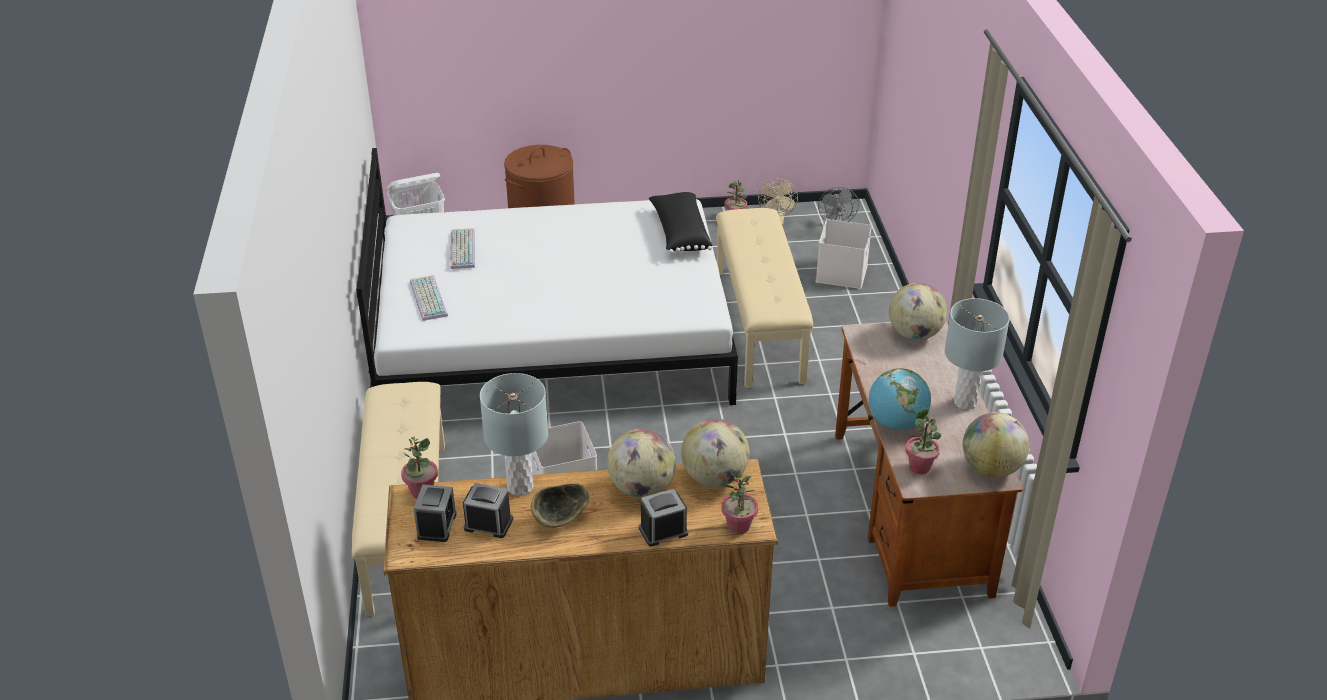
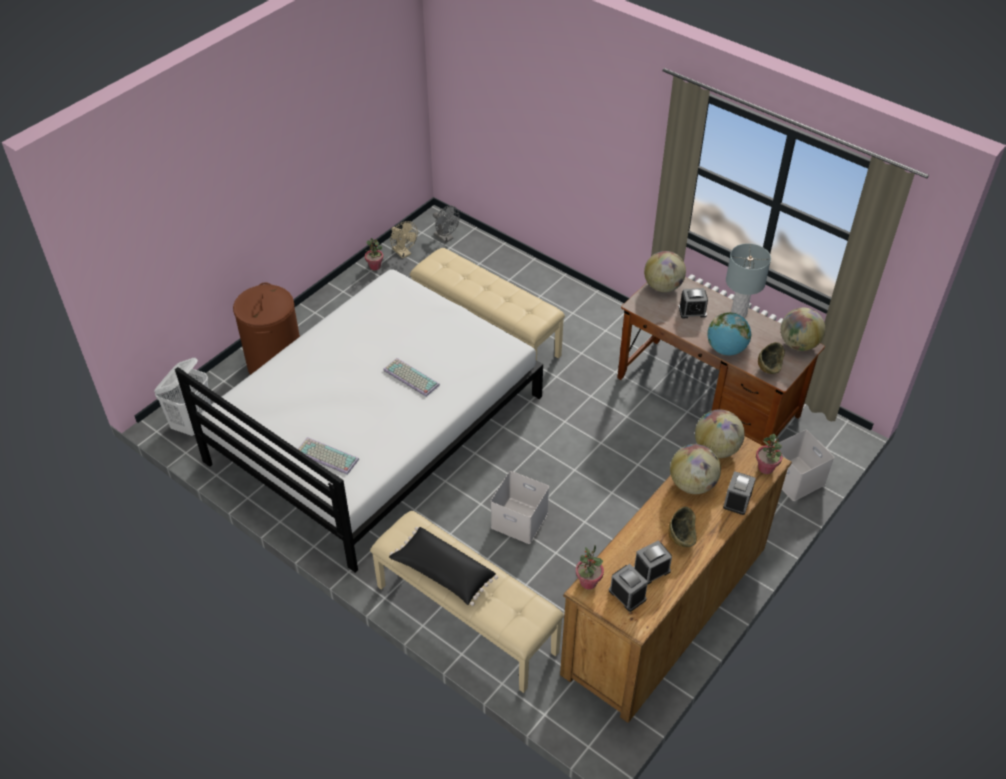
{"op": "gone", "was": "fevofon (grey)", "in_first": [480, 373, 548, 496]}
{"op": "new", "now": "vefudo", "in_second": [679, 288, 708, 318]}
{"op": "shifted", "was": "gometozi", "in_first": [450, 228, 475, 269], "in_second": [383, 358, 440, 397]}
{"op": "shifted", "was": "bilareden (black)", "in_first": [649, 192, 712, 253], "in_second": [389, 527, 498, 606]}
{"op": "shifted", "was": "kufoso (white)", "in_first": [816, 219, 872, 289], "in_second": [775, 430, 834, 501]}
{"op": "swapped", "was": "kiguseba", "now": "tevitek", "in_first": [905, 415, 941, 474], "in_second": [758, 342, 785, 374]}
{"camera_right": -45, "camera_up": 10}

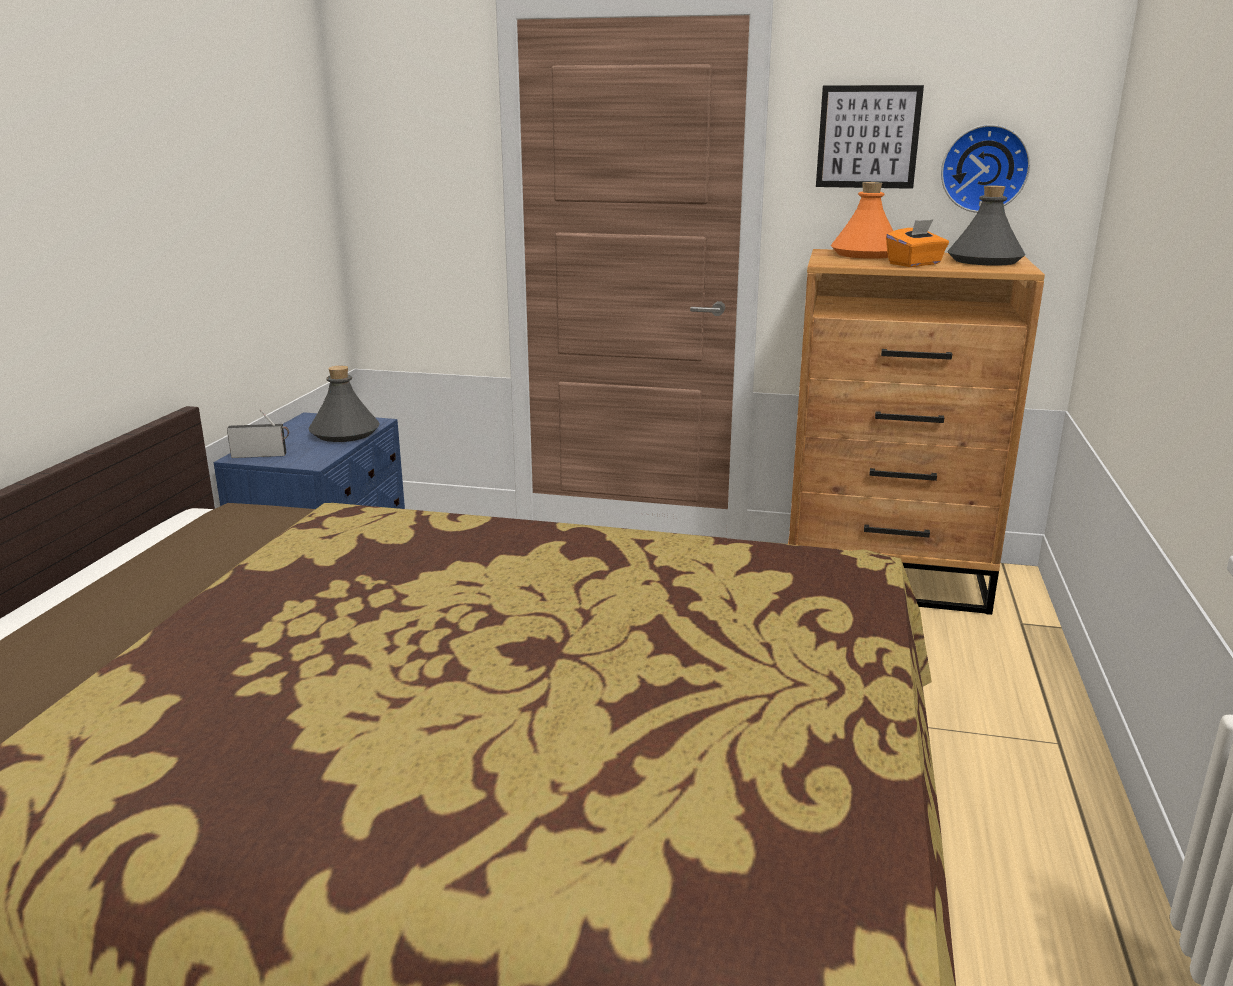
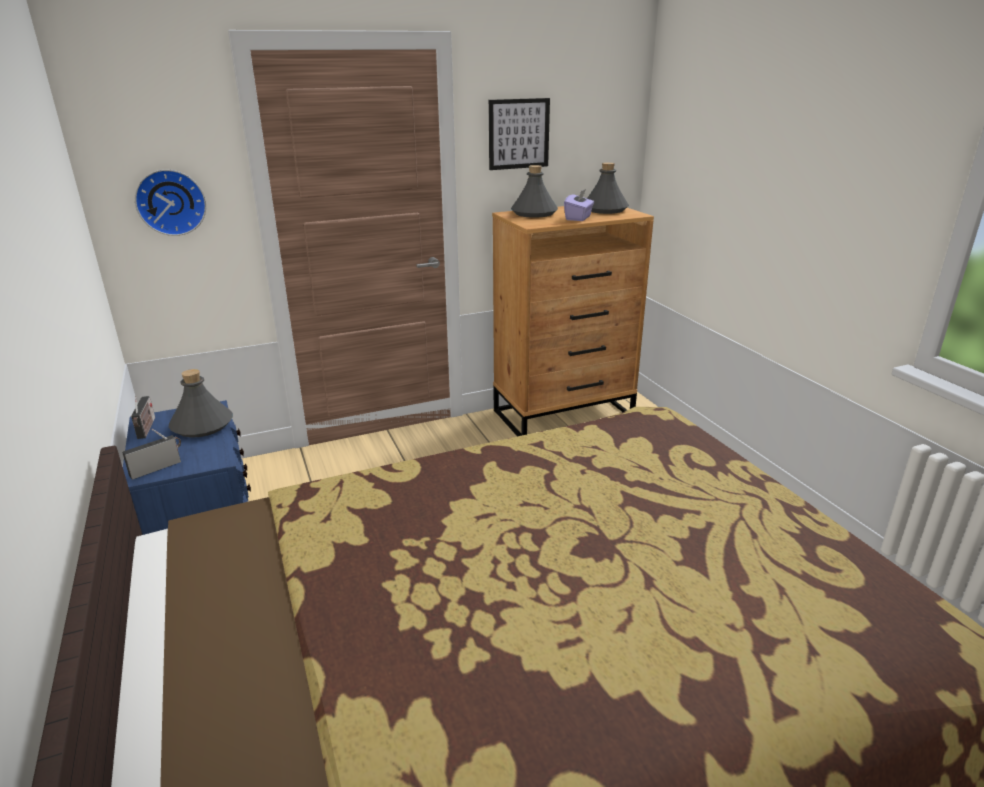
{"op": "new", "now": "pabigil", "in_second": [131, 396, 155, 439]}
{"op": "shifted", "was": "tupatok", "in_first": [941, 124, 1030, 213], "in_second": [135, 169, 206, 236]}
{"op": "repainted", "was": "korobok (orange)", "now": "korobok (grey)", "in_first": [830, 182, 893, 259], "in_second": [511, 165, 558, 218]}
{"op": "repainted", "was": "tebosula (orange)", "now": "tebosula (purple)", "in_first": [886, 219, 949, 267], "in_second": [564, 188, 594, 221]}
{"camera_right": -35, "camera_up": 5}

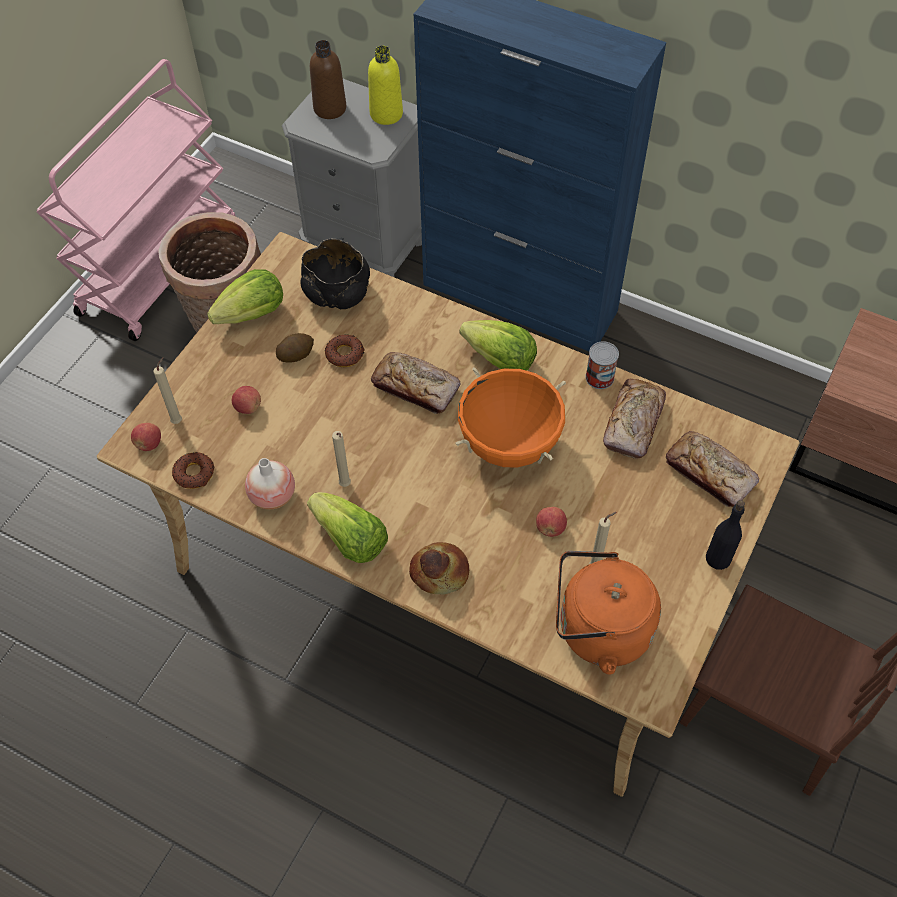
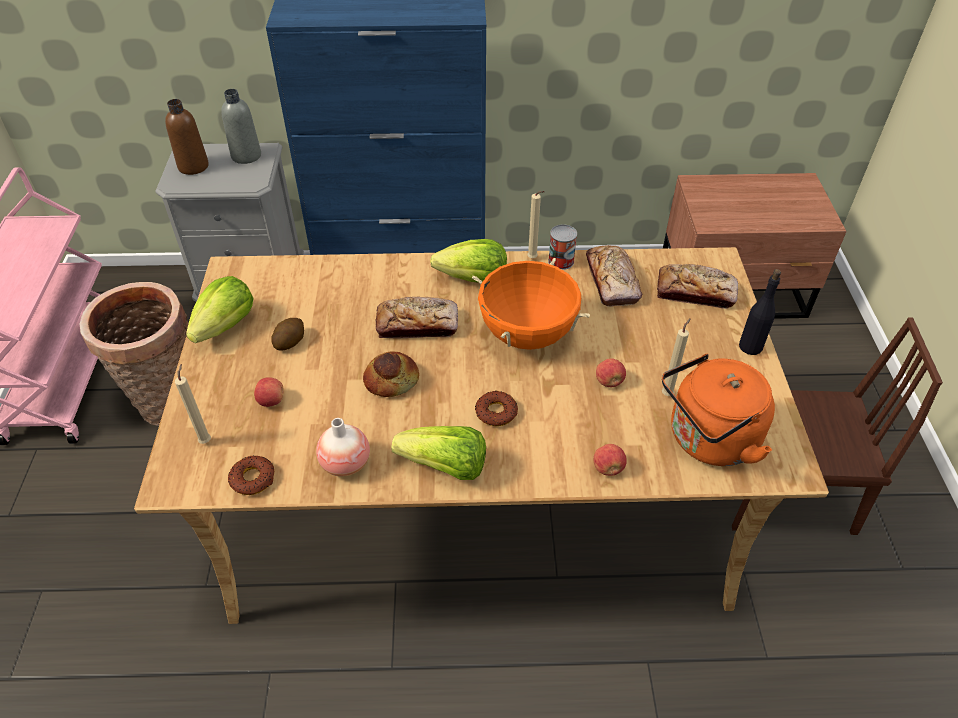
{"op": "gone", "was": "tevitek (black)", "in_first": [300, 239, 370, 309]}
{"op": "shifted", "was": "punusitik", "in_first": [131, 423, 161, 451], "in_second": [594, 444, 627, 476]}
{"op": "shifted", "was": "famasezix", "in_first": [325, 335, 365, 367], "in_second": [475, 390, 518, 426]}
{"op": "shifted", "was": "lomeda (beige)", "in_first": [332, 431, 351, 487], "in_second": [527, 191, 545, 258]}
{"op": "shifted", "was": "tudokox", "in_first": [409, 542, 469, 595], "in_second": [363, 351, 419, 397]}
{"op": "repainted", "was": "korobok (yellow)", "now": "korobok (grey)", "in_first": [368, 45, 403, 125], "in_second": [221, 89, 261, 164]}
{"camera_right": -30, "camera_up": -10}

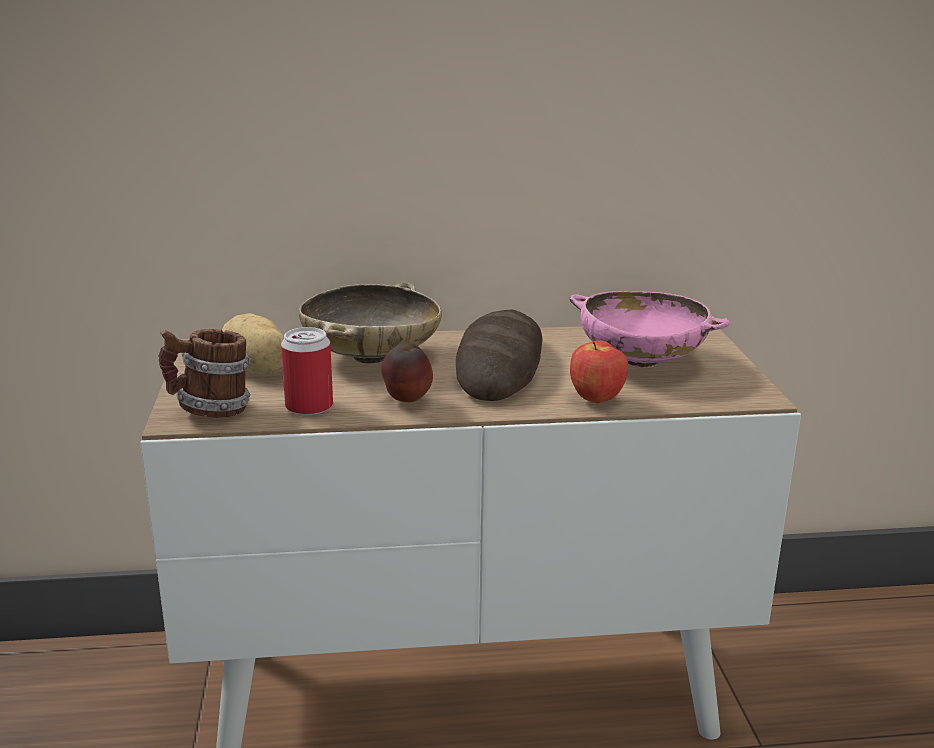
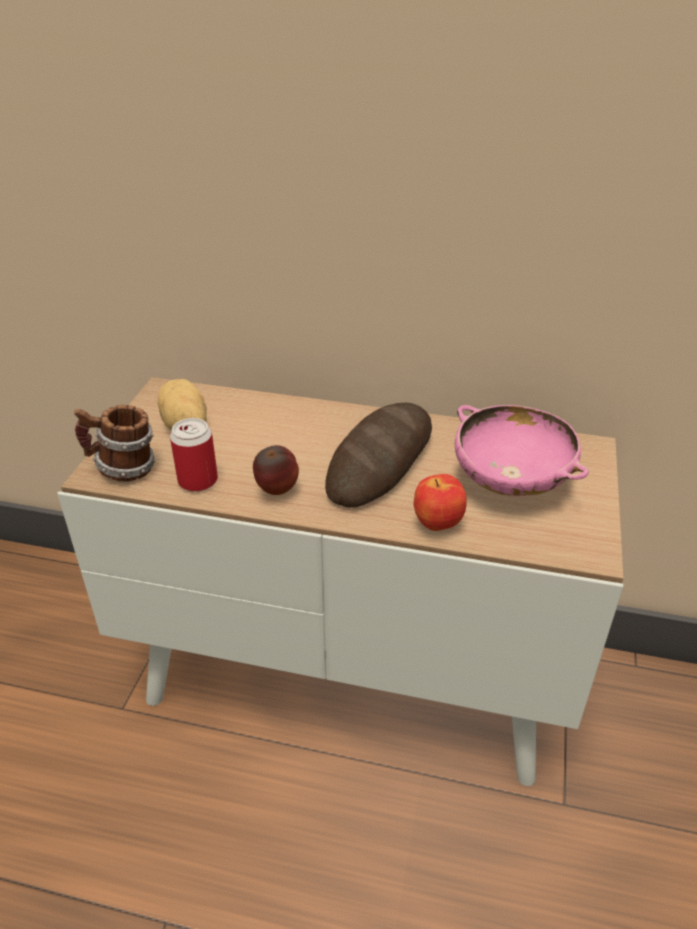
{"op": "gone", "was": "tevitek (beige)", "in_first": [299, 282, 442, 364]}
{"camera_right": 20, "camera_up": 15}

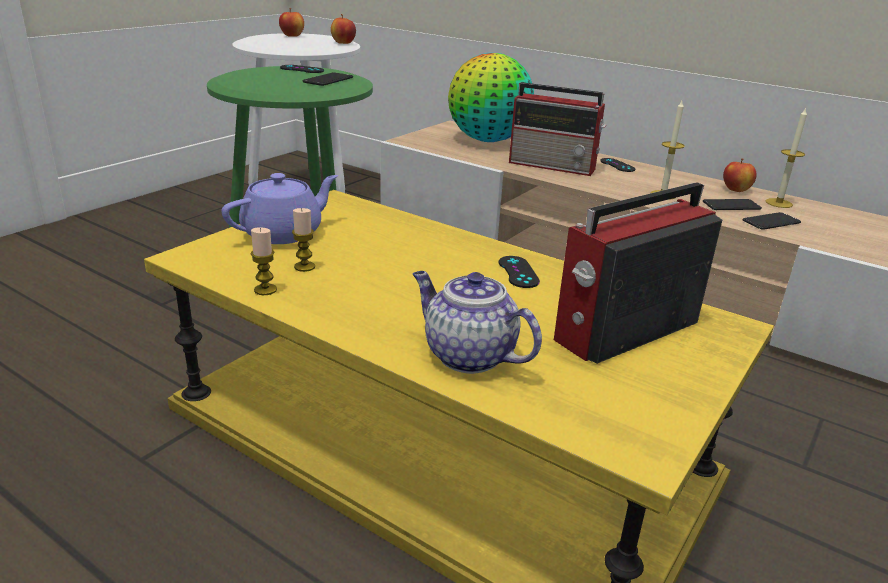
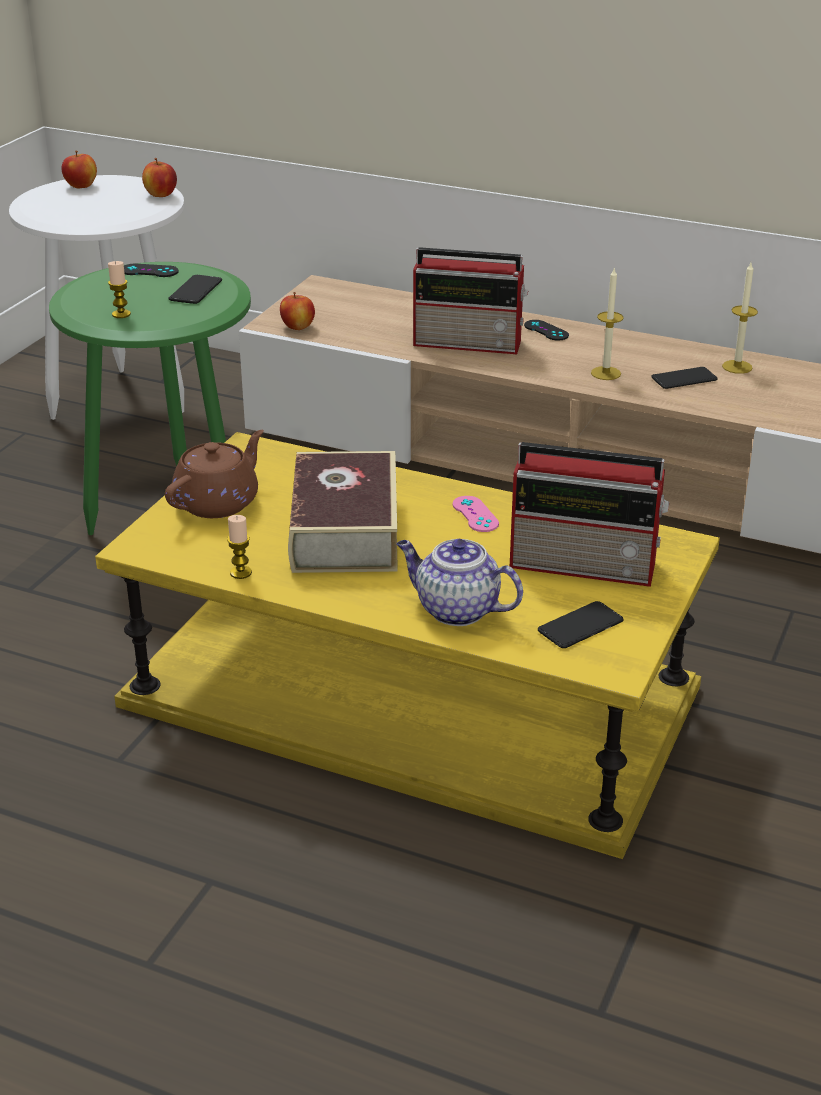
{"op": "gone", "was": "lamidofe", "in_first": [448, 53, 534, 142]}
{"op": "new", "now": "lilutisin", "in_second": [288, 451, 398, 573]}
{"op": "shifted", "was": "lomeda", "in_first": [292, 208, 315, 272], "in_second": [108, 261, 131, 318]}
{"op": "shifted", "was": "punusitik", "in_first": [723, 158, 756, 192], "in_second": [280, 292, 315, 330]}
{"op": "shifted", "was": "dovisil", "in_first": [743, 212, 801, 230], "in_second": [538, 601, 624, 648]}
{"op": "repainted", "was": "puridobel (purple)", "now": "puridobel (brown)", "in_first": [222, 173, 338, 244], "in_second": [165, 430, 264, 518]}
{"op": "repainted", "was": "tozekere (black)", "now": "tozekere (pink)", "in_first": [499, 256, 540, 288], "in_second": [453, 496, 499, 532]}
{"op": "rotated", "was": "pabigil", "in_first": [554, 182, 722, 364], "in_second": [510, 442, 670, 587], "clockwise": -120}
{"camera_right": -10, "camera_up": 5}

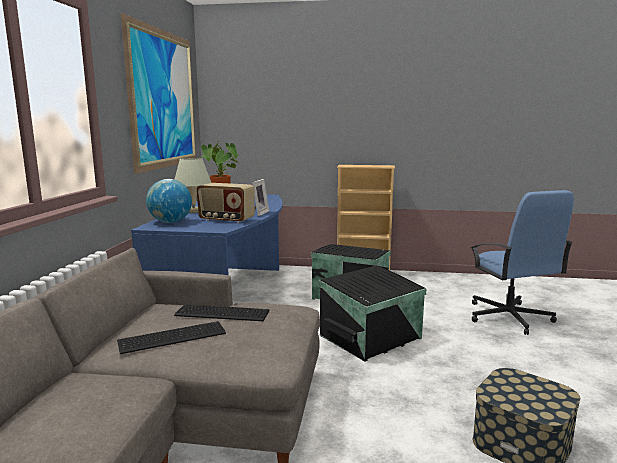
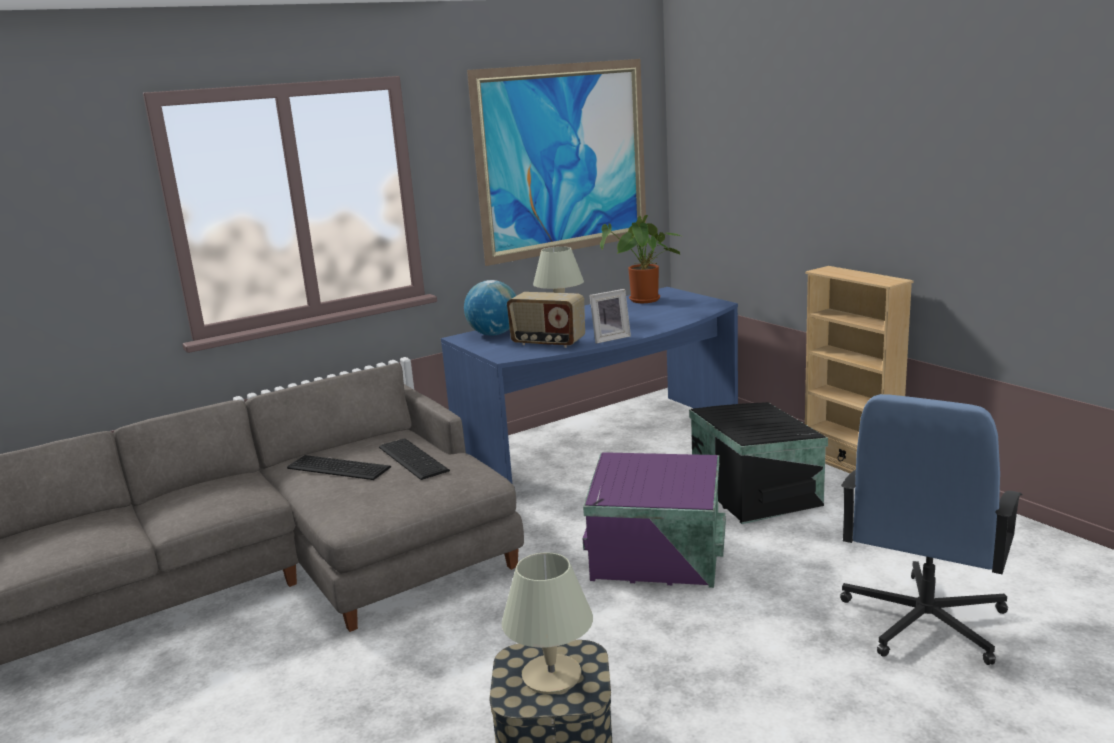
{"op": "new", "now": "fevofon (beige)", "in_second": [502, 552, 593, 694]}
{"op": "repainted", "was": "kufoso (black)", "now": "kufoso (purple)", "in_first": [319, 265, 426, 362], "in_second": [583, 452, 726, 588]}
{"op": "rotated", "was": "pabigil", "in_first": [196, 183, 254, 223], "in_second": [507, 292, 585, 348], "clockwise": -45}
{"camera_right": 50, "camera_up": 5}

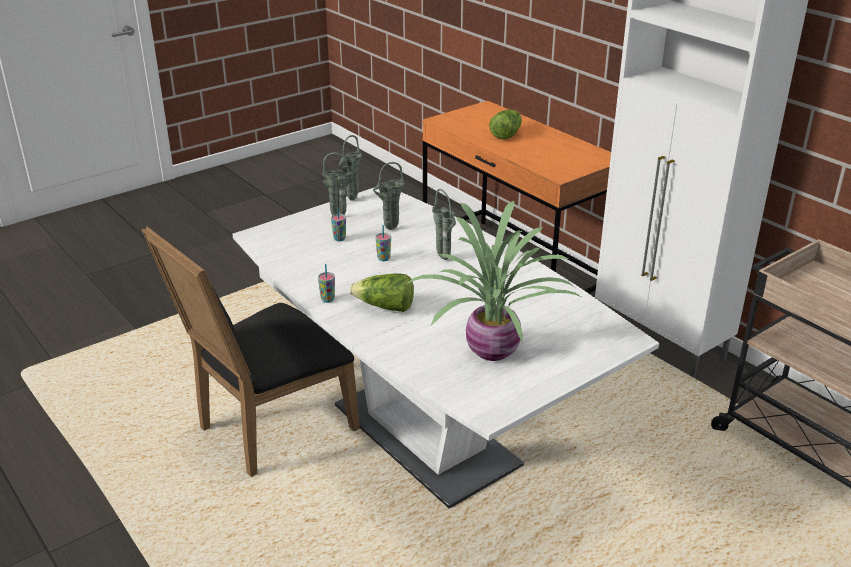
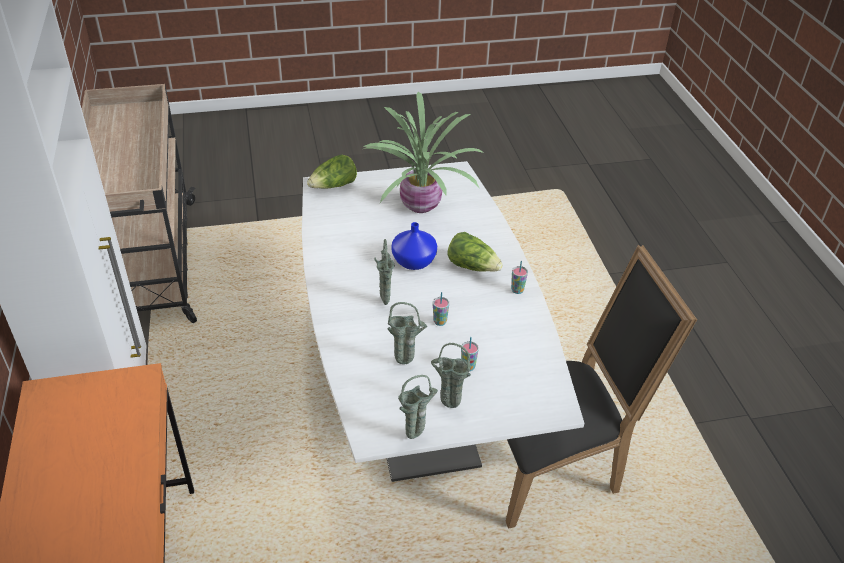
{"op": "new", "now": "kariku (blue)", "in_second": [391, 222, 437, 270]}
{"op": "shifted", "was": "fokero", "in_first": [489, 110, 522, 140], "in_second": [307, 154, 357, 188]}
{"camera_right": -155, "camera_up": 10}

